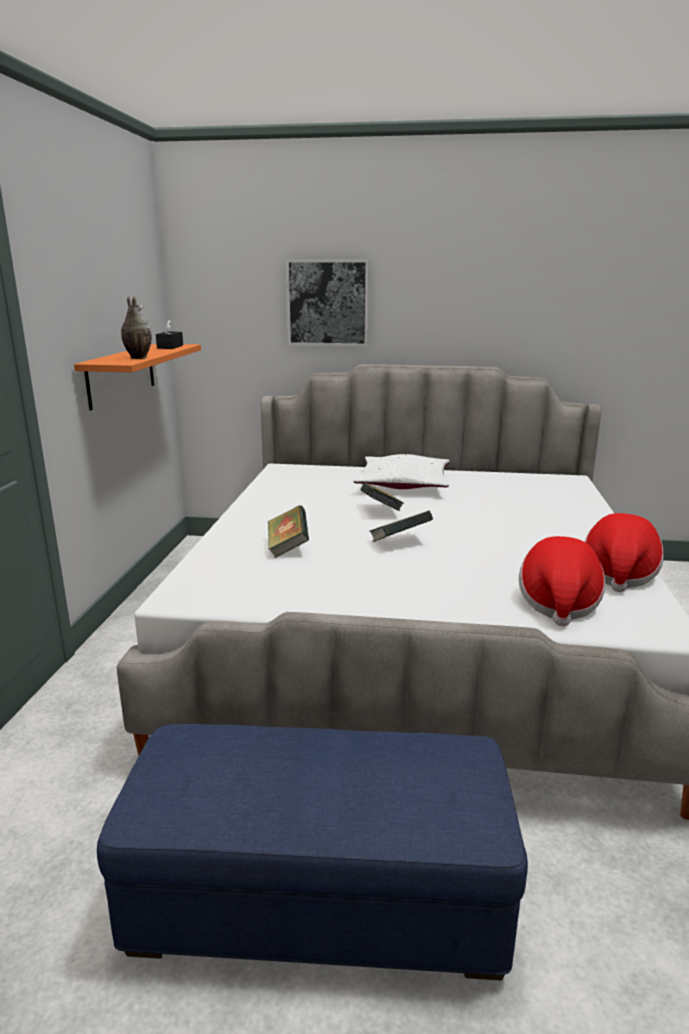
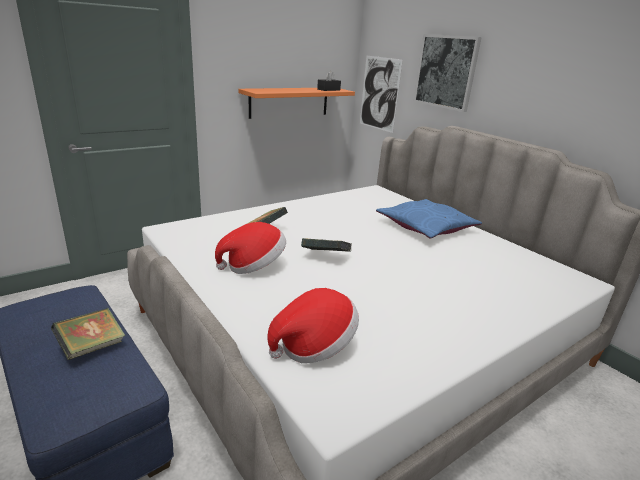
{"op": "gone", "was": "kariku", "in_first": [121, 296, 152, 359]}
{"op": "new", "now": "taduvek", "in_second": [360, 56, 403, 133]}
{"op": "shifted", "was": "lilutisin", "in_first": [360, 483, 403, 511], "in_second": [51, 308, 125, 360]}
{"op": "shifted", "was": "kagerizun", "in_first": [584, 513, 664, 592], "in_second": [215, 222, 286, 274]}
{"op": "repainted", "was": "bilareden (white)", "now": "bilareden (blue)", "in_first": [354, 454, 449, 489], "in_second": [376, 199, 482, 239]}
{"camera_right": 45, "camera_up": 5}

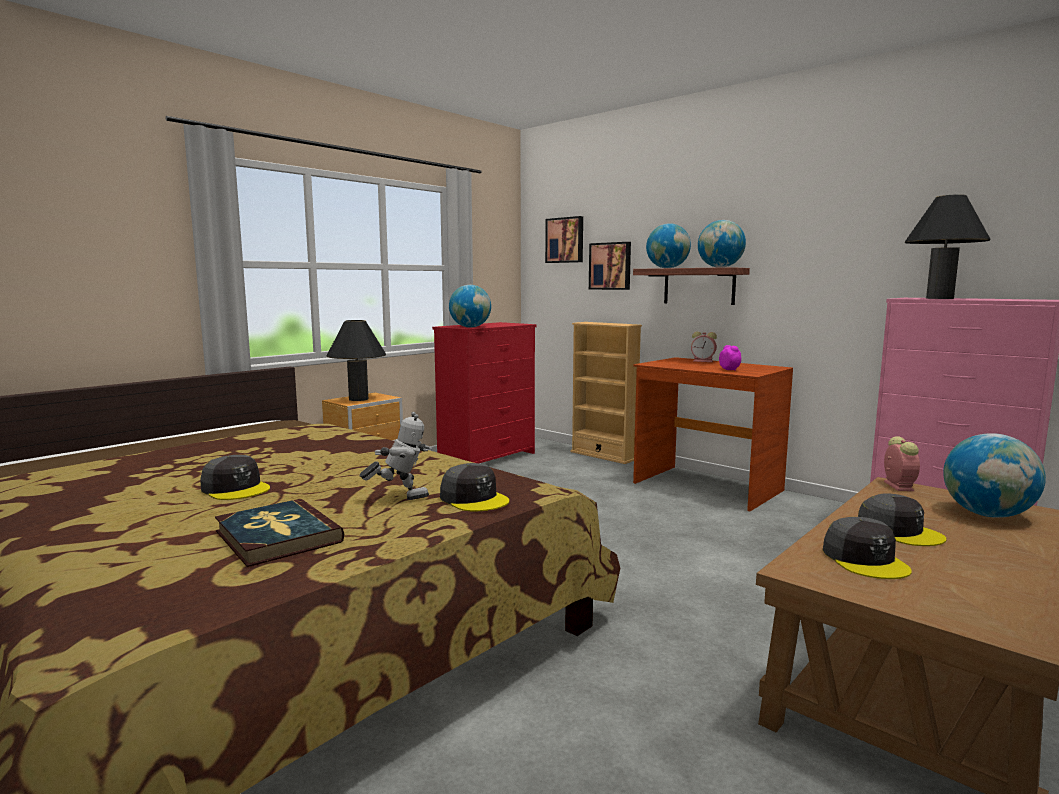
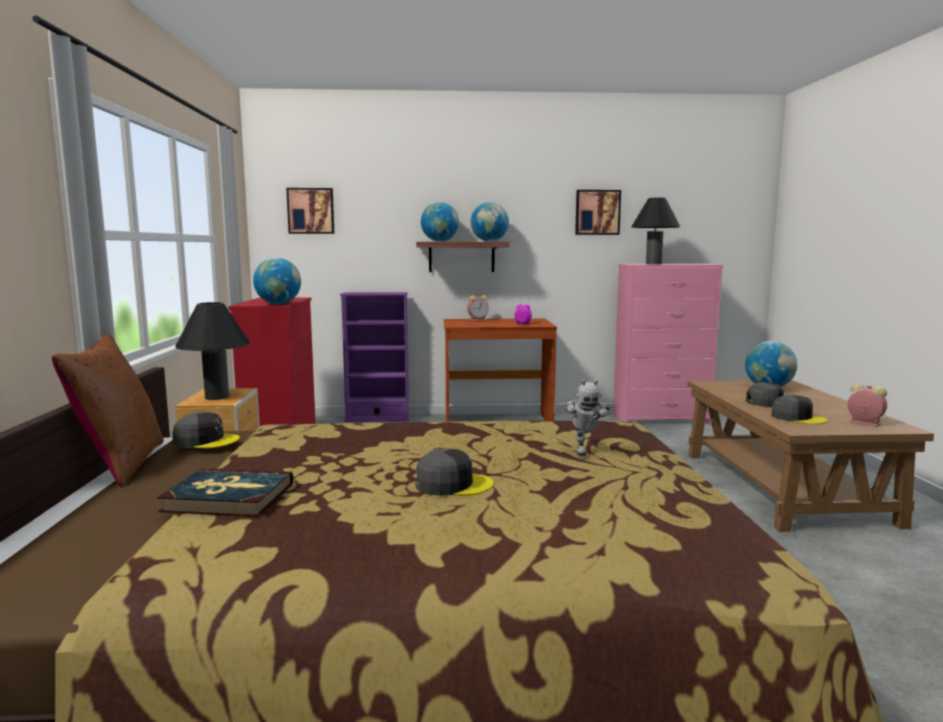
{"op": "new", "now": "bilareden (brown)", "in_second": [52, 334, 164, 487]}
{"op": "shifted", "was": "lilutisin", "in_first": [215, 499, 344, 567], "in_second": [157, 468, 293, 517]}
{"op": "shifted", "was": "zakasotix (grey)", "in_first": [440, 463, 509, 511], "in_second": [172, 412, 240, 448]}
{"op": "shifted", "was": "taduvek", "in_first": [589, 242, 631, 290], "in_second": [575, 190, 621, 235]}
{"op": "shifted", "was": "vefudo", "in_first": [884, 436, 920, 491], "in_second": [848, 383, 887, 427]}
{"op": "repainted", "was": "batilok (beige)", "now": "batilok (purple)", "in_first": [571, 322, 642, 464], "in_second": [340, 292, 410, 422]}
{"op": "rotated", "was": "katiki", "in_first": [360, 412, 432, 500], "in_second": [565, 379, 611, 456], "clockwise": 150}
{"camera_right": -45, "camera_up": 0}

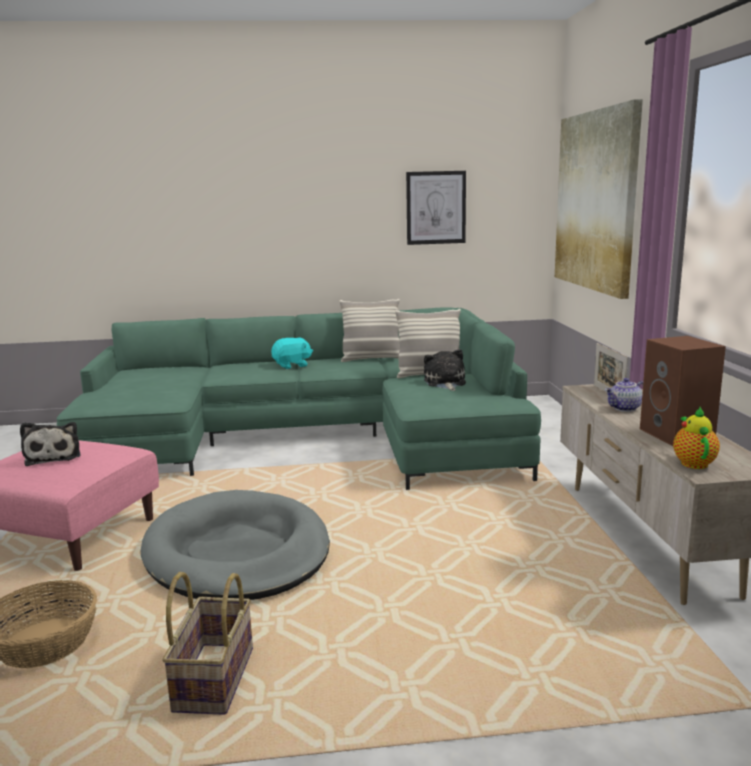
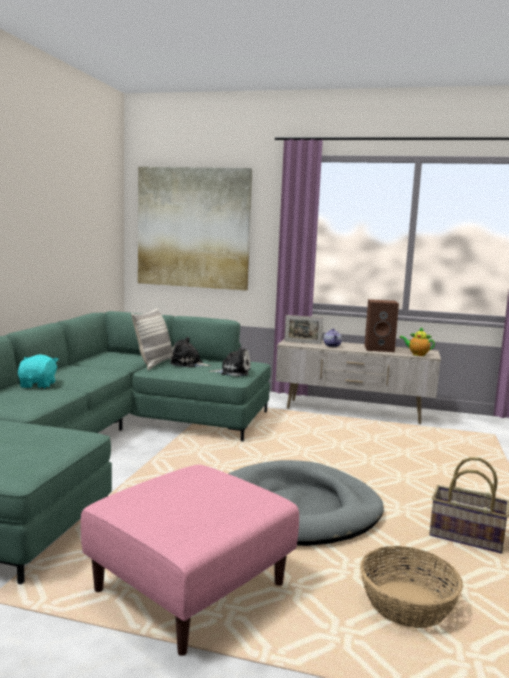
{"op": "gone", "was": "bilareden", "in_first": [339, 299, 400, 362]}
{"op": "gone", "was": "taduvek", "in_first": [406, 171, 466, 245]}
{"op": "shifted", "was": "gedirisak", "in_first": [20, 422, 81, 466], "in_second": [209, 347, 251, 377]}
{"camera_right": -70, "camera_up": -5}

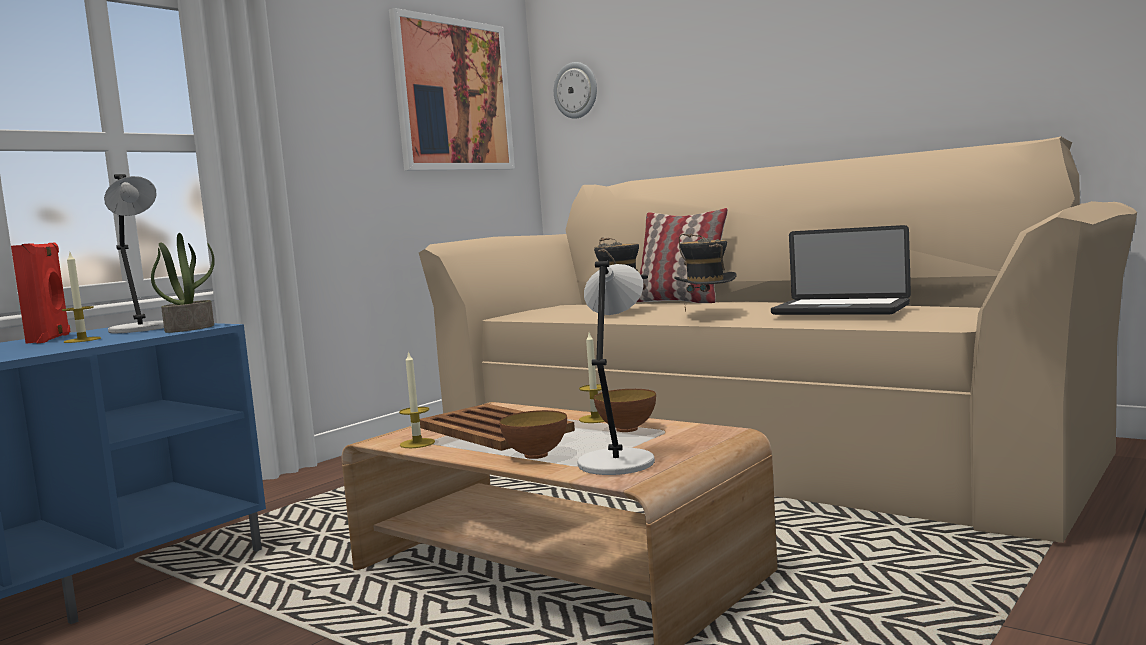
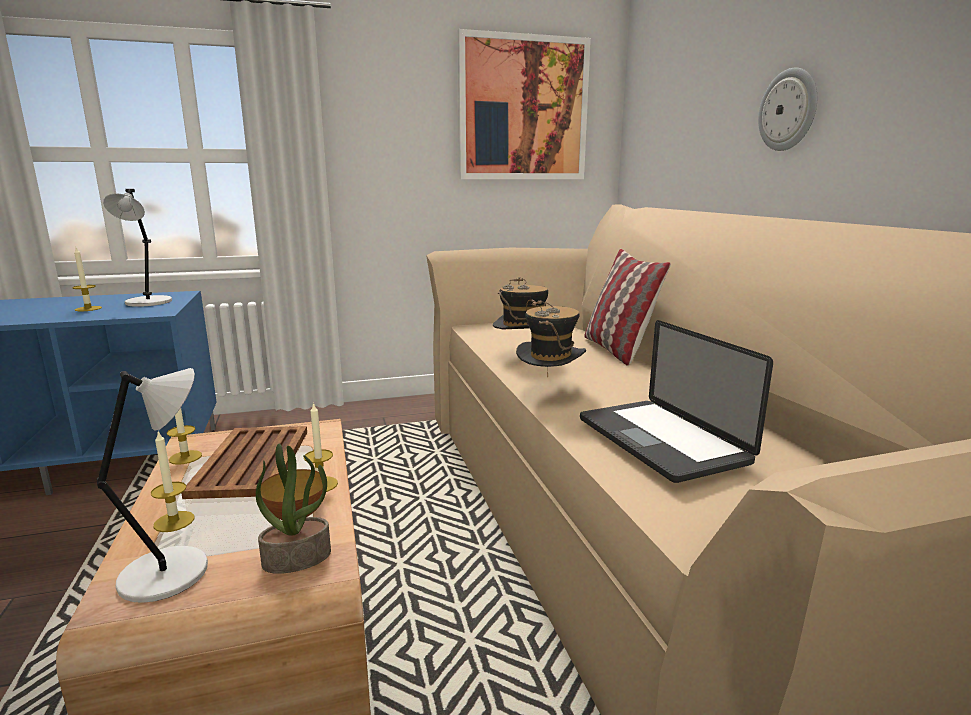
{"op": "gone", "was": "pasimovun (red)", "in_first": [11, 243, 70, 344]}
{"op": "shifted", "was": "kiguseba", "in_first": [151, 233, 215, 333], "in_second": [256, 443, 331, 574]}
{"op": "shifted", "was": "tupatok", "in_first": [554, 62, 597, 119], "in_second": [758, 67, 817, 151]}
{"op": "swapped", "was": "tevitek", "now": "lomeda", "in_first": [499, 410, 567, 459], "in_second": [151, 430, 194, 532]}
{"camera_right": 35, "camera_up": 10}

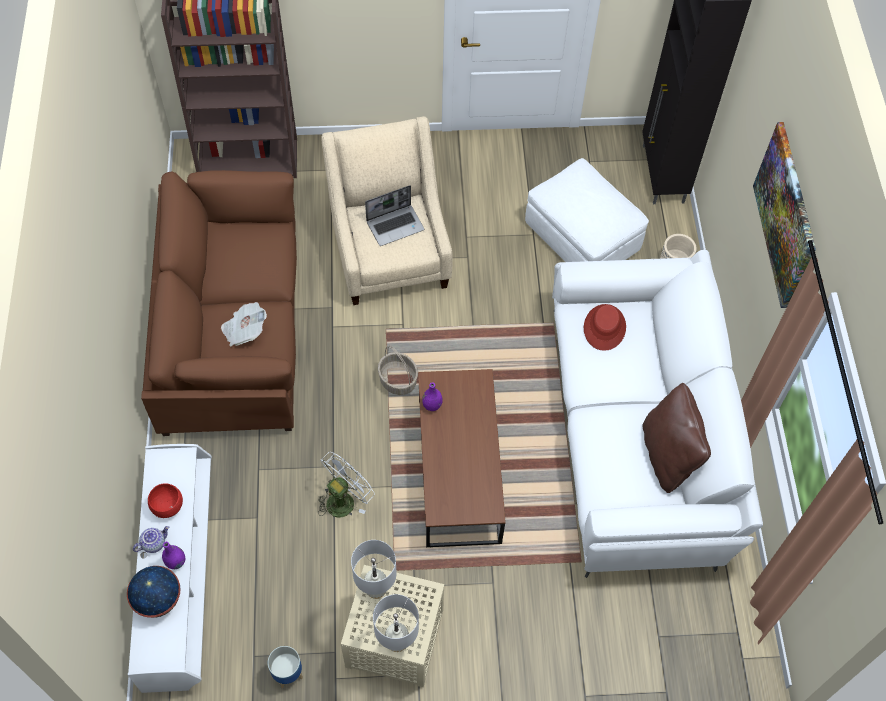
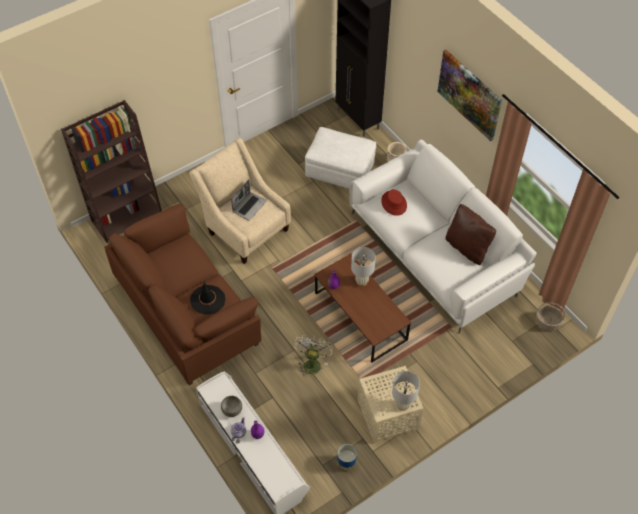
{"op": "gone", "was": "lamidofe", "in_first": [127, 566, 181, 618]}
{"op": "shifted", "was": "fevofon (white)", "in_first": [351, 540, 397, 599], "in_second": [351, 247, 376, 286]}
{"op": "shifted", "was": "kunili", "in_first": [378, 346, 418, 395], "in_second": [535, 302, 565, 331]}
{"op": "swapped", "was": "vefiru", "now": "kagerizun (black)", "in_first": [221, 302, 267, 347], "in_second": [190, 281, 226, 315]}
{"op": "repainted", "was": "tevitek (red)", "now": "tevitek (grey)", "in_first": [148, 483, 183, 518], "in_second": [221, 396, 242, 417]}
{"camera_right": -30, "camera_up": -5}

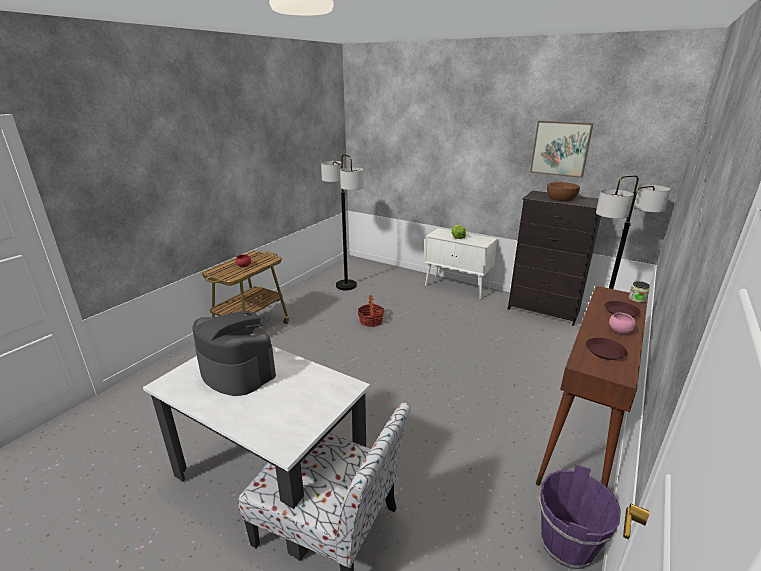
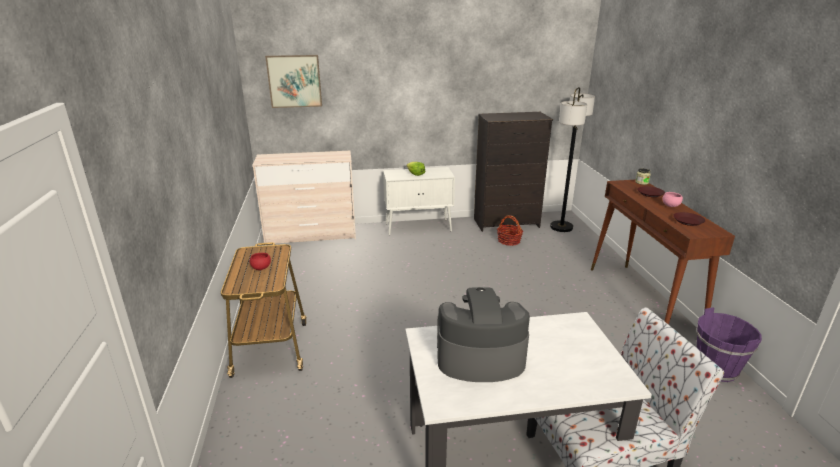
{"op": "gone", "was": "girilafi", "in_first": [321, 154, 364, 290]}
{"op": "gone", "was": "tevitek (brown)", "in_first": [547, 182, 580, 201]}
{"op": "new", "now": "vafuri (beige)", "in_second": [252, 151, 356, 243]}
{"op": "shifted", "was": "kunili", "in_first": [358, 295, 384, 327], "in_second": [497, 216, 524, 246]}
{"op": "shifted", "was": "taduvek", "in_first": [530, 121, 594, 178], "in_second": [265, 55, 322, 108]}
{"camera_right": -40, "camera_up": 0}

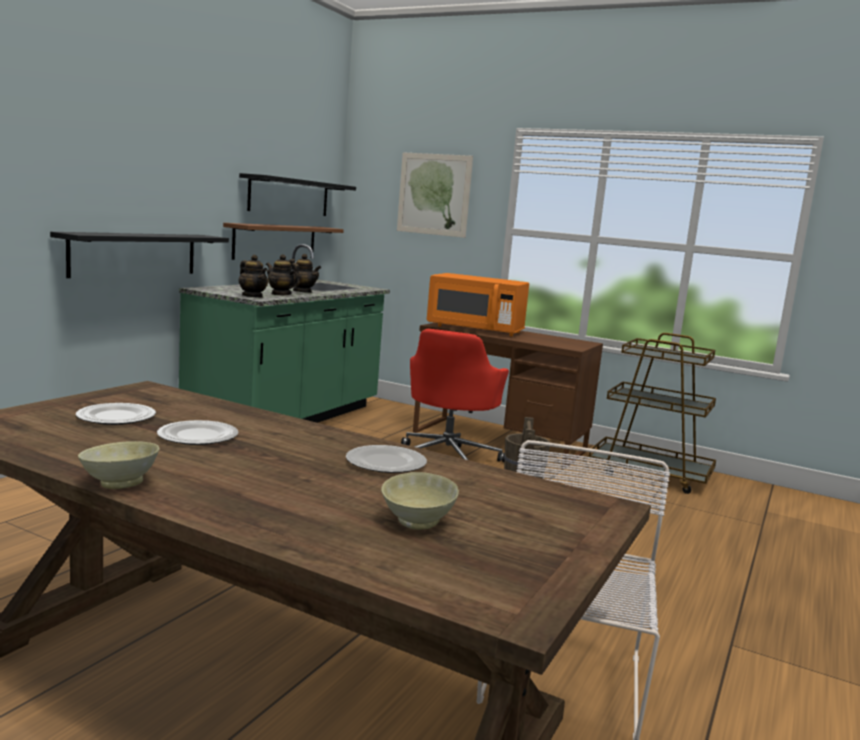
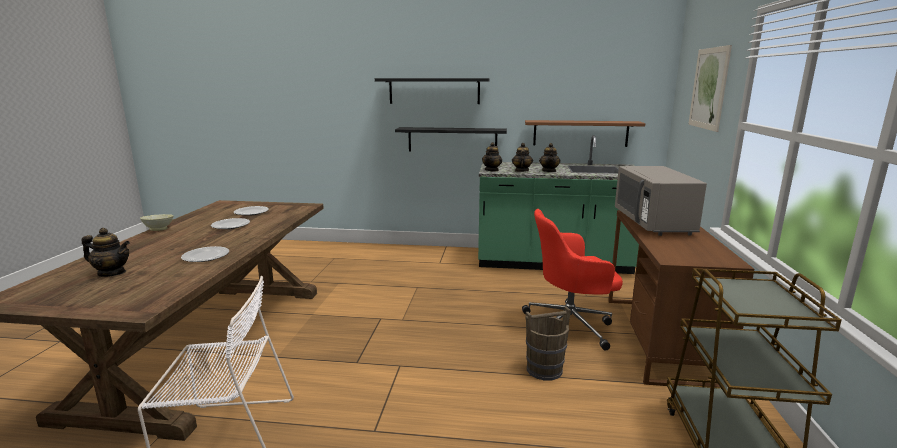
{"op": "shifted", "was": "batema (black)", "in_first": [239, 173, 356, 216], "in_second": [375, 78, 490, 104]}
{"op": "swapped", "was": "tevitek (beige)", "now": "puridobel", "in_first": [381, 472, 459, 530], "in_second": [82, 228, 130, 277]}
{"op": "repainted", "was": "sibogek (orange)", "now": "sibogek (grey)", "in_first": [427, 273, 529, 337], "in_second": [615, 166, 707, 236]}
{"camera_right": 70, "camera_up": 5}

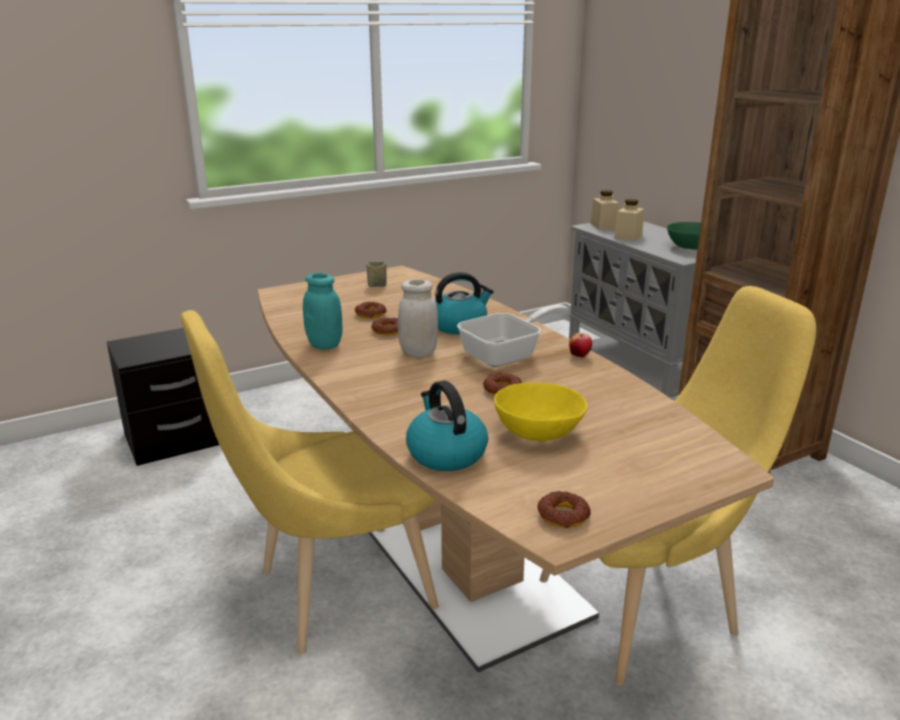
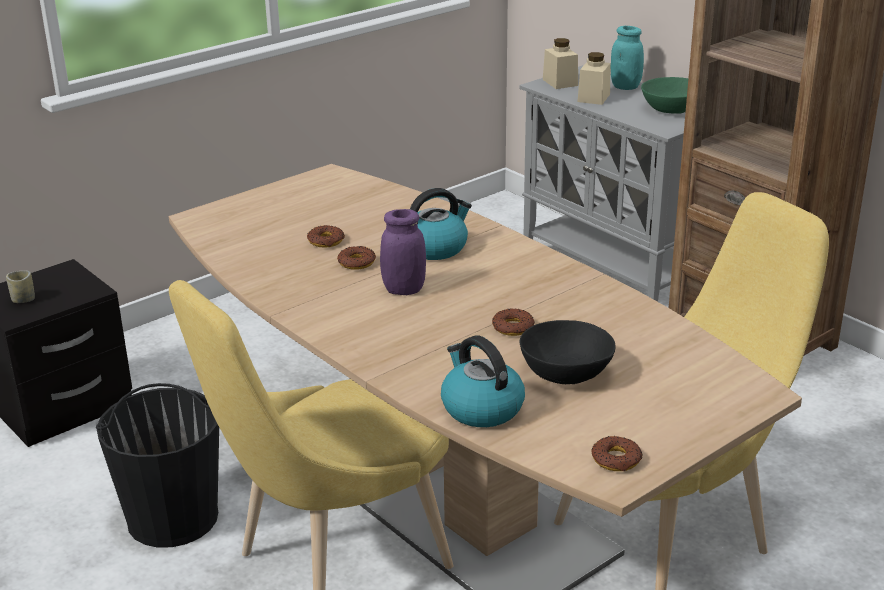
{"op": "gone", "was": "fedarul", "in_first": [457, 305, 568, 367]}
{"op": "gone", "was": "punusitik", "in_first": [569, 333, 592, 357]}
{"op": "new", "now": "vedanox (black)", "in_second": [96, 383, 219, 548]}
{"op": "shifted", "was": "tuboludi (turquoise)", "in_first": [303, 273, 342, 349], "in_second": [611, 26, 644, 90]}
{"op": "shifted", "was": "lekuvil", "in_first": [366, 262, 387, 287], "in_second": [6, 270, 35, 303]}
{"op": "repainted", "was": "tuboludi (white)", "now": "tuboludi (purple)", "in_first": [398, 280, 438, 357], "in_second": [380, 209, 426, 295]}
{"op": "repainted", "was": "tevitek (yellow)", "now": "tevitek (black)", "in_first": [494, 382, 587, 441], "in_second": [520, 320, 616, 384]}
{"camera_right": -10, "camera_up": 5}

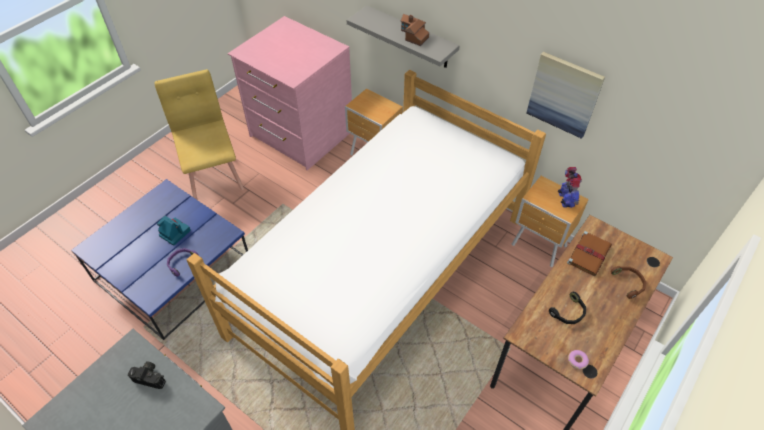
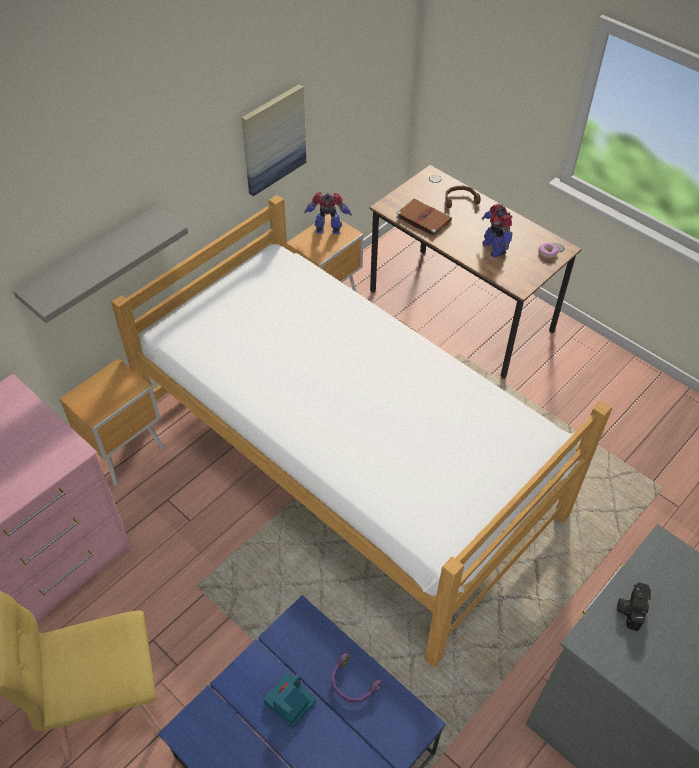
{"op": "gone", "was": "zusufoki", "in_first": [401, 14, 429, 46]}
{"op": "swapped", "was": "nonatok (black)", "now": "katiki", "in_first": [549, 291, 586, 324], "in_second": [481, 204, 512, 257]}
{"camera_right": -85, "camera_up": 0}

